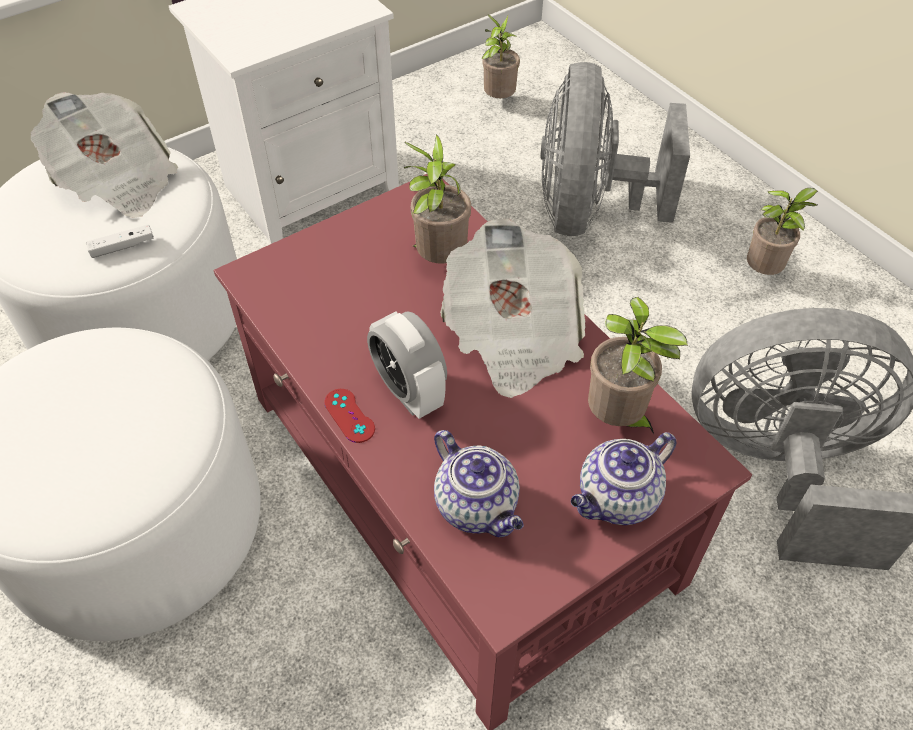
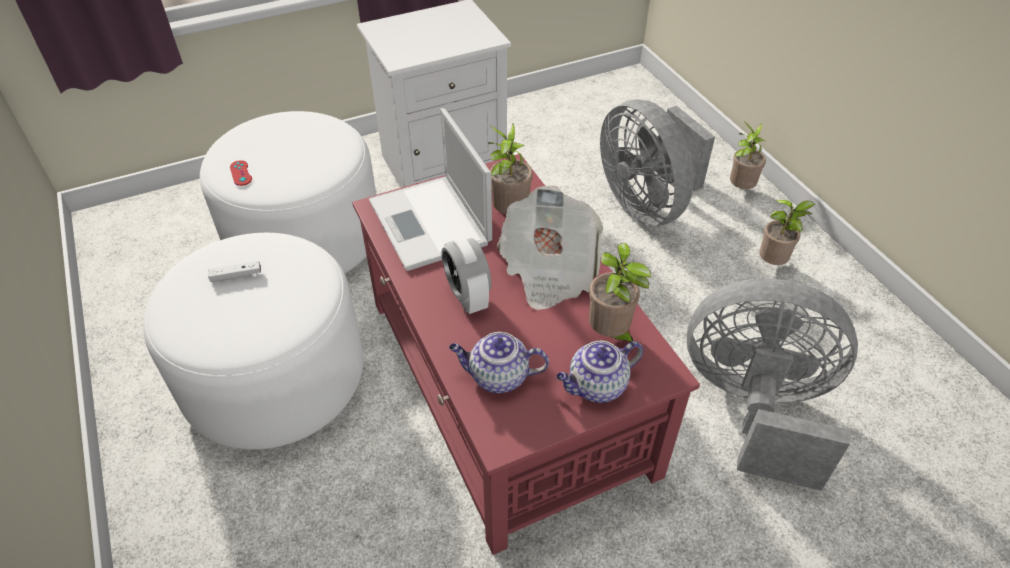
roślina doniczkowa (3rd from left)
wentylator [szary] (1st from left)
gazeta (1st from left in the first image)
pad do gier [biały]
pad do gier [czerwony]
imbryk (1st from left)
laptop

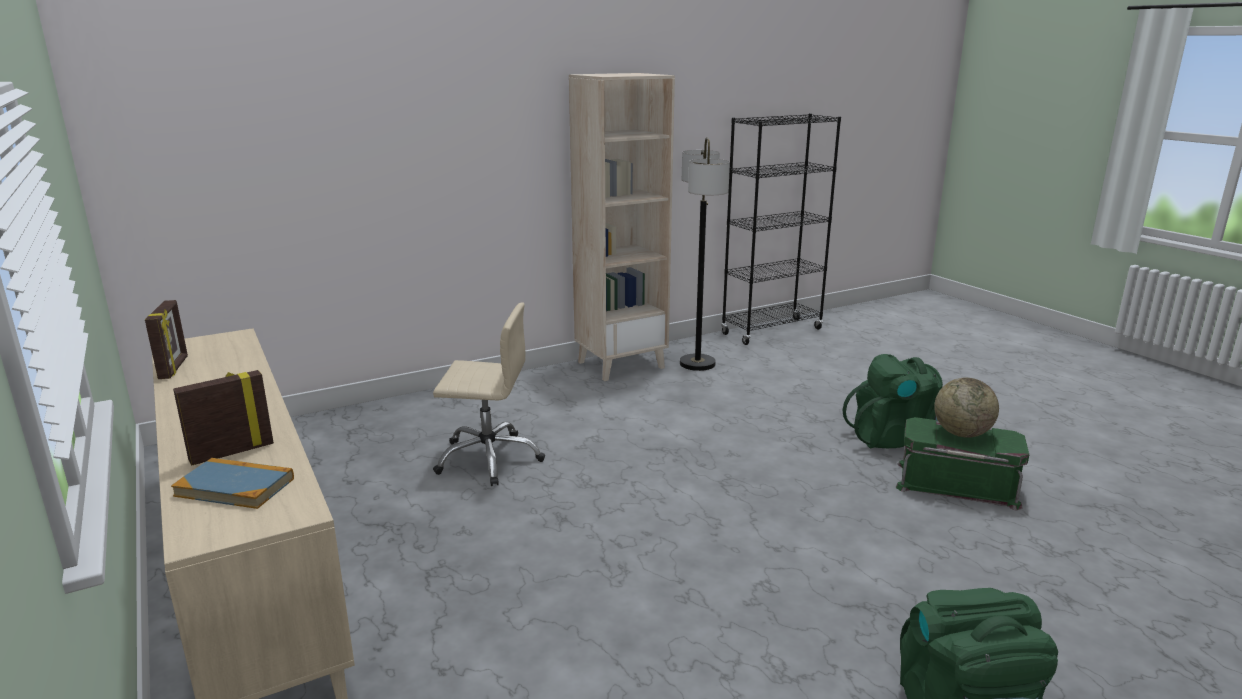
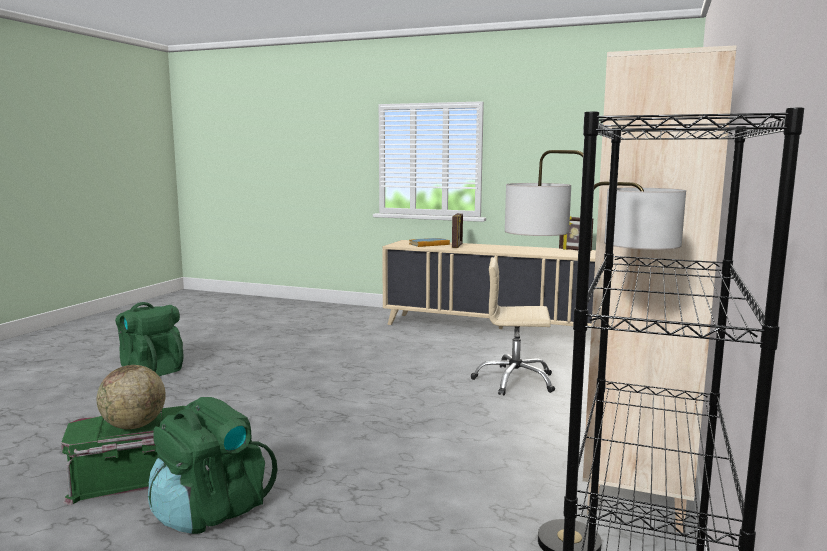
krzesło biurowe [beżowy]

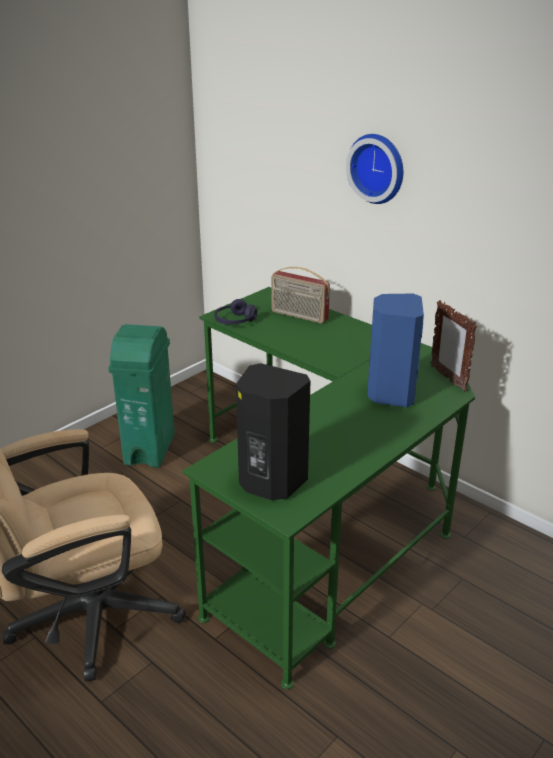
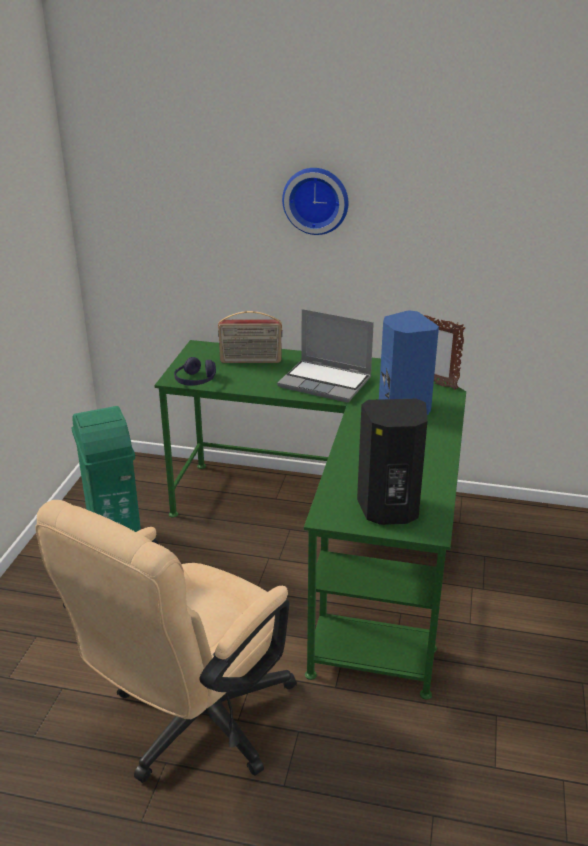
laptop

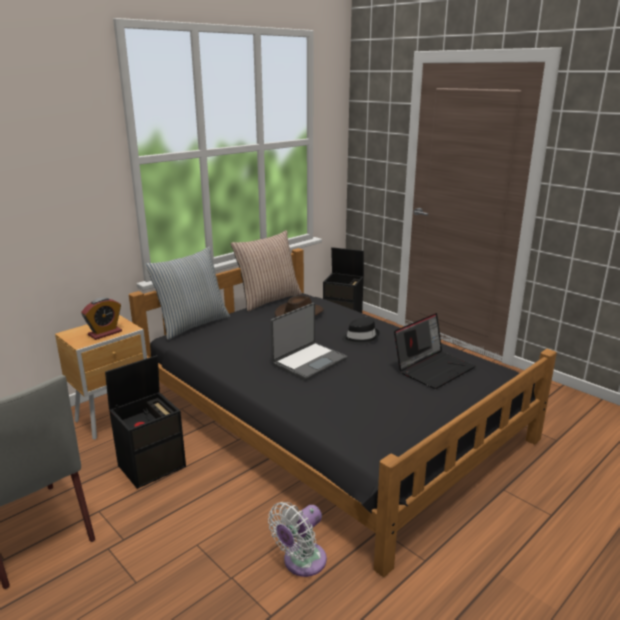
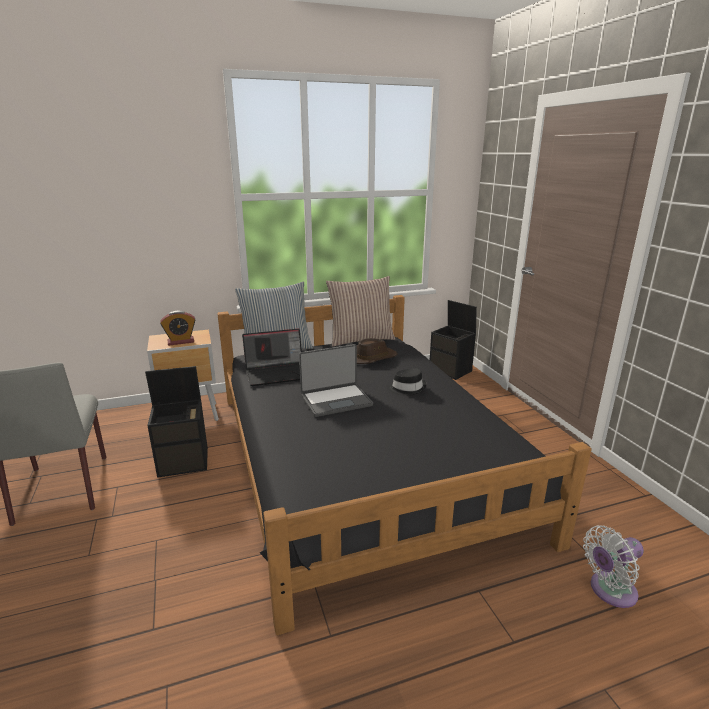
laptop (1st from left)
wentylator [biały]

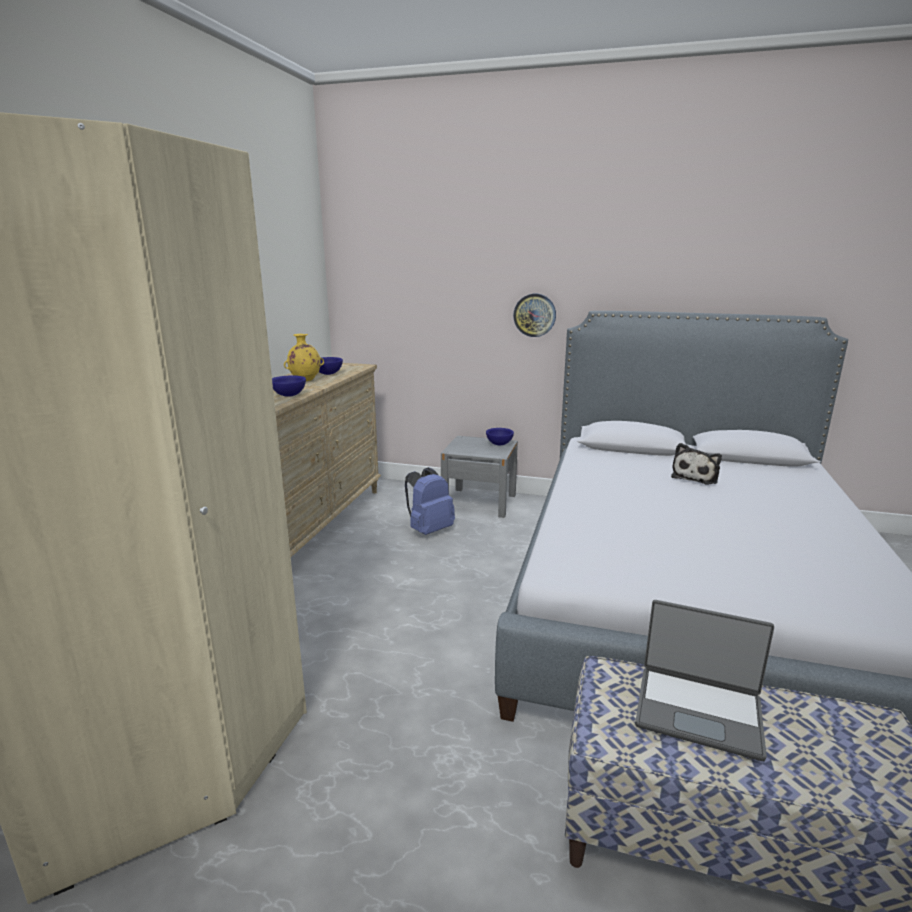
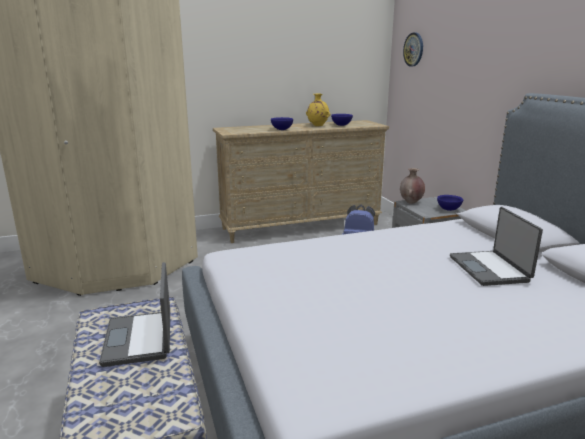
zegar ścienny
laptop (2nd from left)
wazon [brązowy]

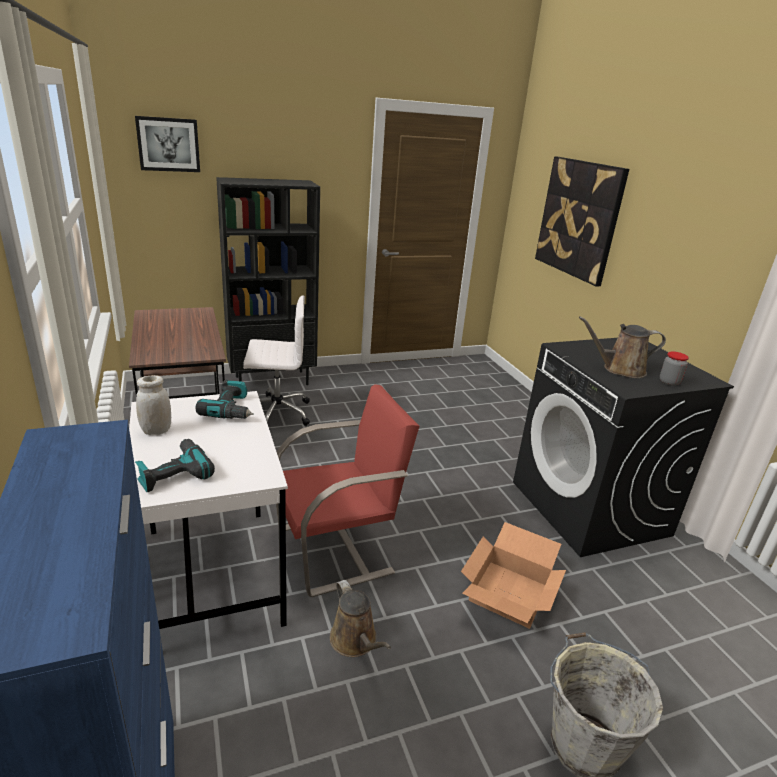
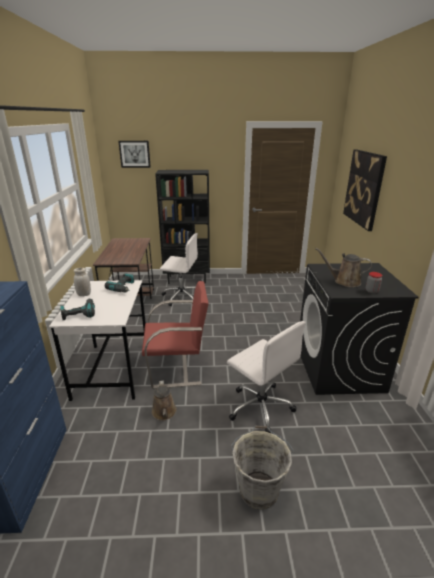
krzesło biurowe [biały] (2nd from left)

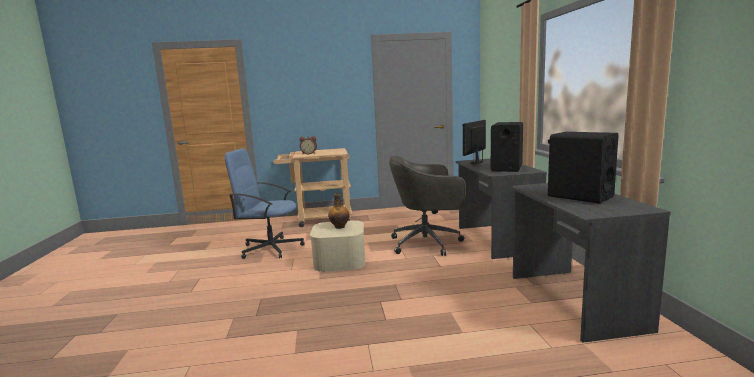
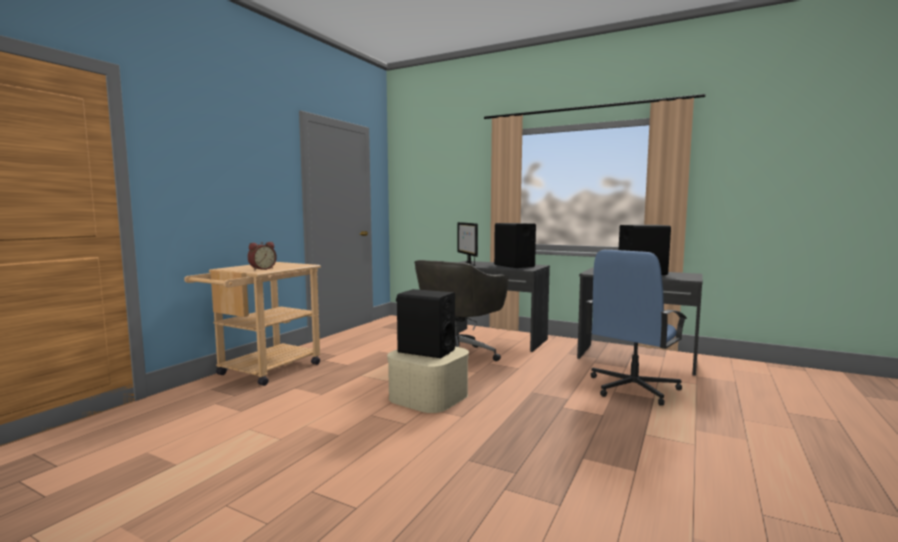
krzesło biurowe [niebieski]
głośnik [czarny] (1st from left)

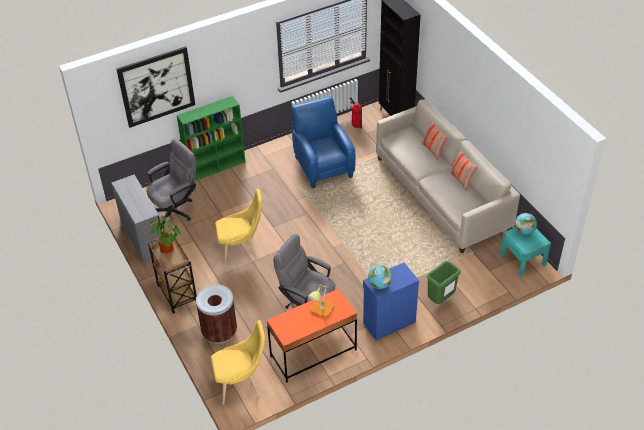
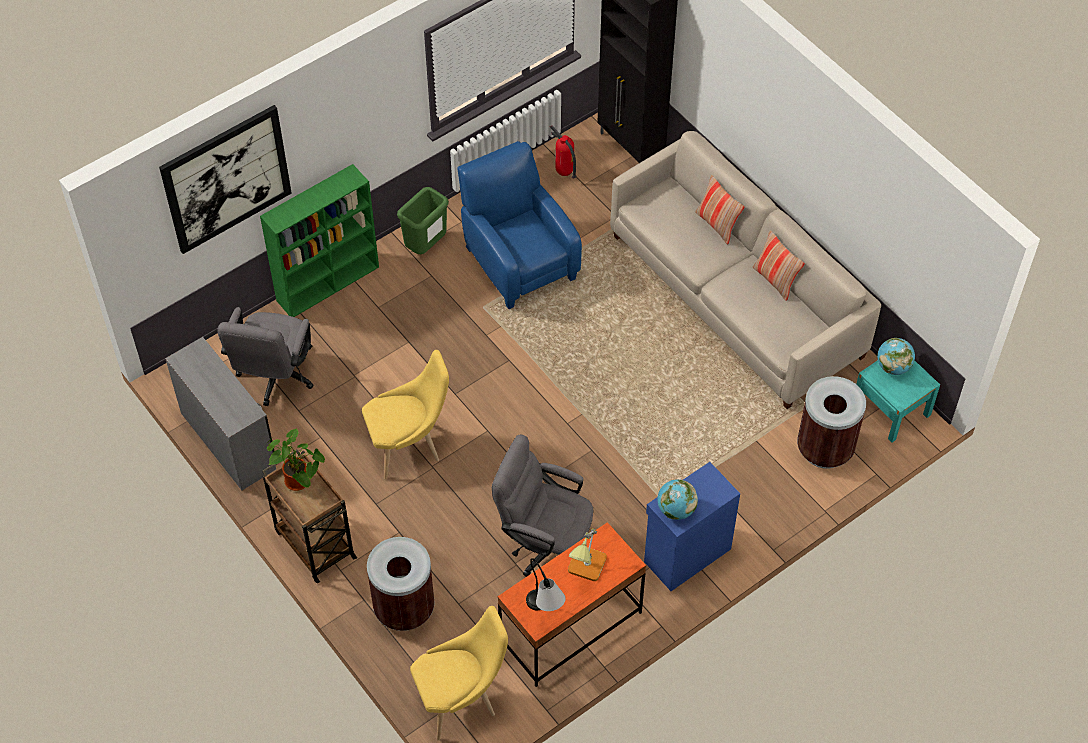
krzesło biurowe [szary] (1st from left)
kosz na śmieci [zielony]
kosz na śmieci [brązowy] (2nd from left)
lampa stołowa (1st from left)

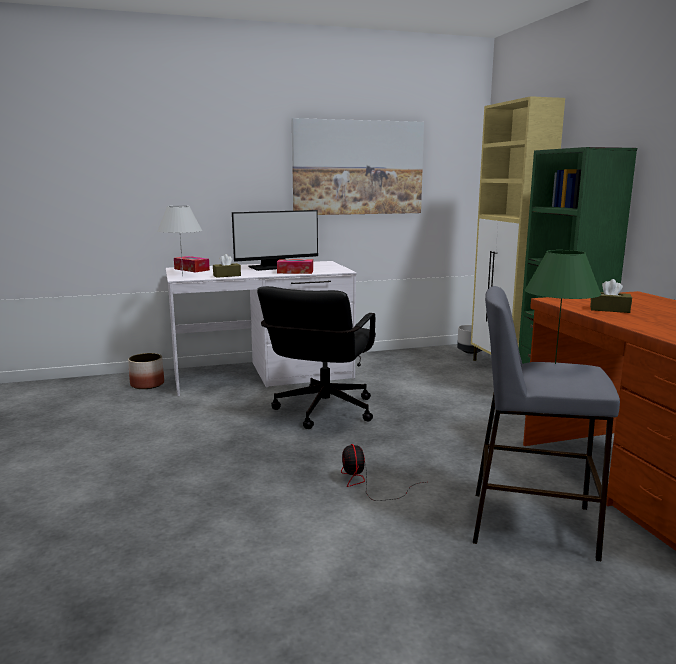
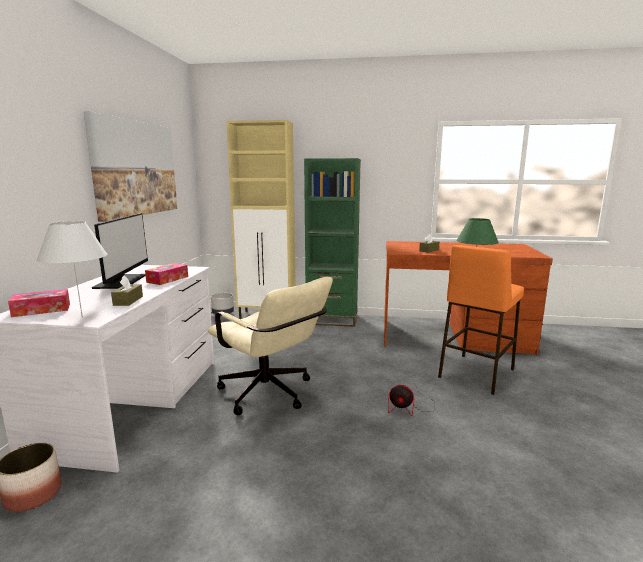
krzesło biurowe [beżowy]
stołek [pomarańczowy]

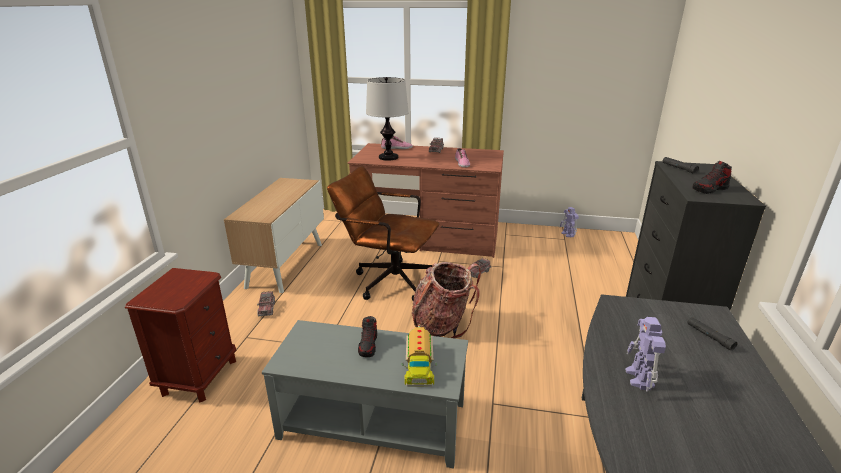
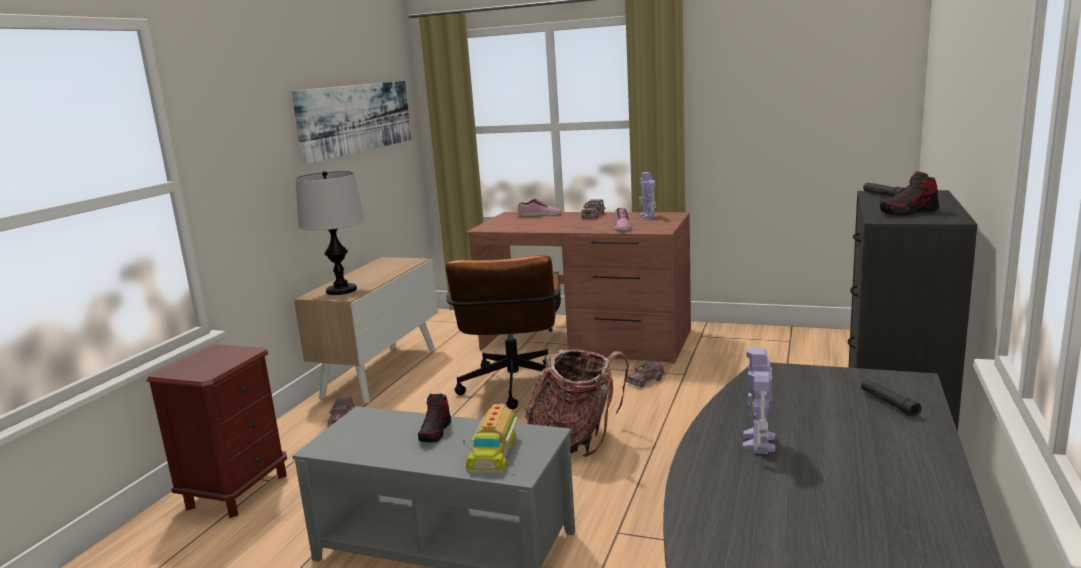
lampa stołowa
krzesło biurowe [brązowy]
robot zabawkowy (1st from left)
obraz

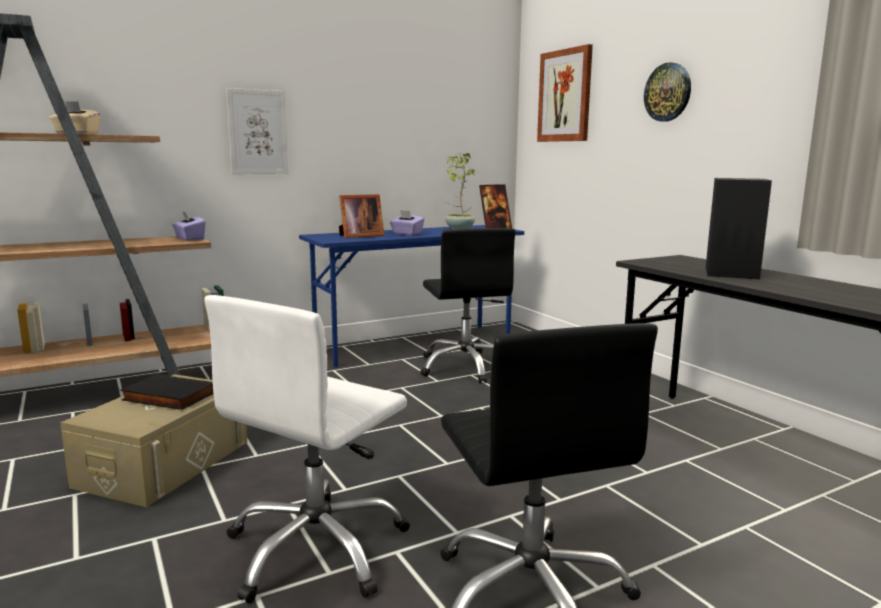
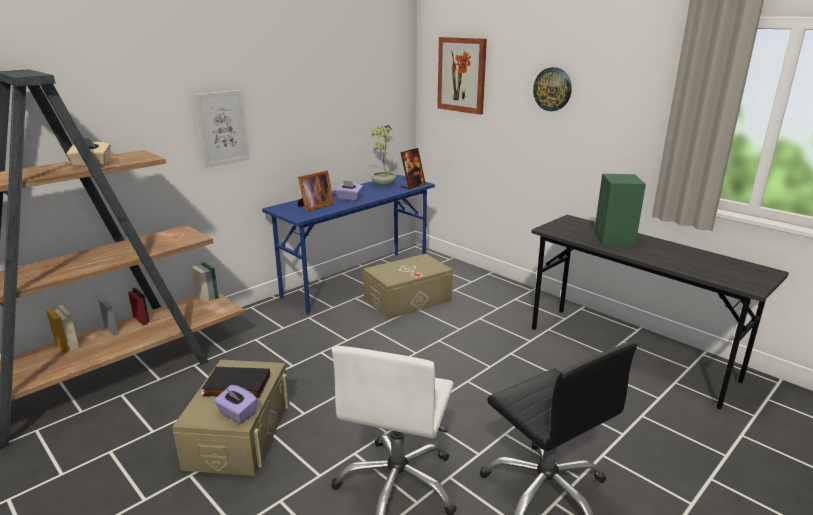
głośnik [zielony]
pudełko chusteczek [fioletowy] (1st from left)
pojemnik do przechowywania [beżowy] (2nd from left)

